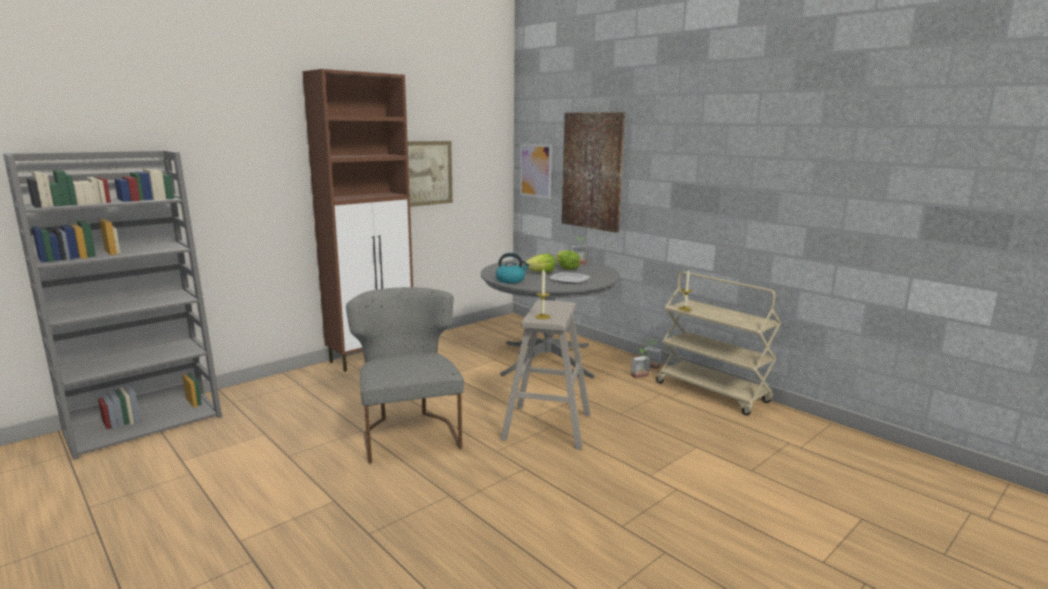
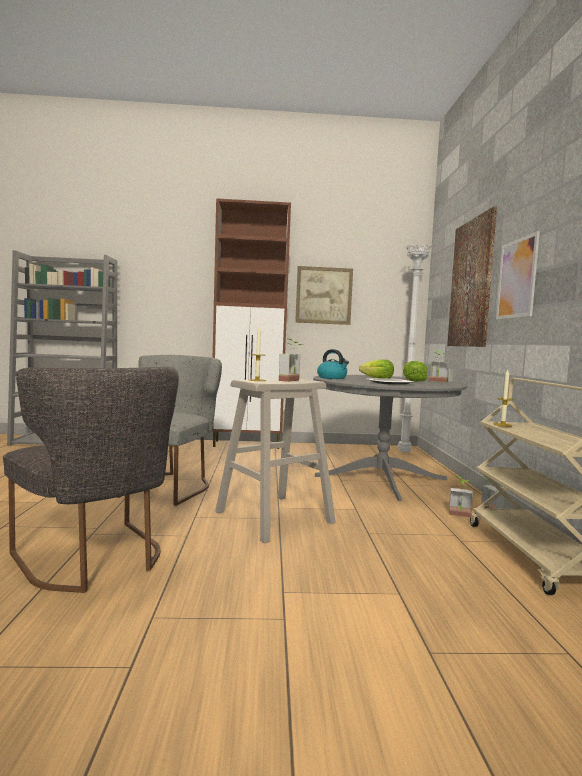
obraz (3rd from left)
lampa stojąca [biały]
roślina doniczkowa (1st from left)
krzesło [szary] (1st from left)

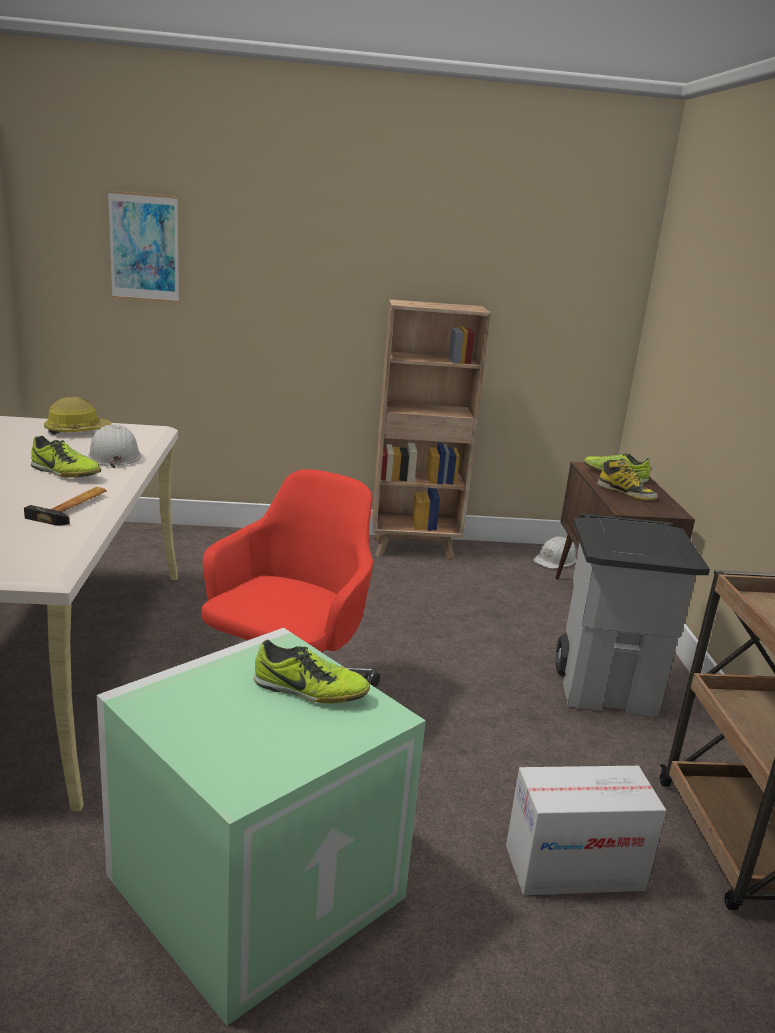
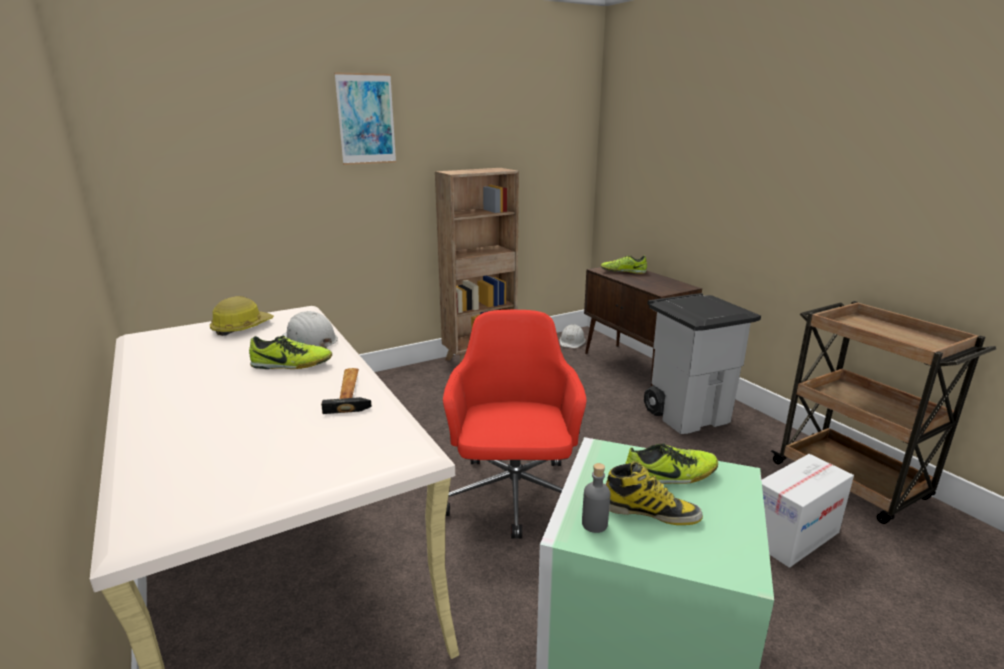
obraz
but z cholewką
butelka [szary]

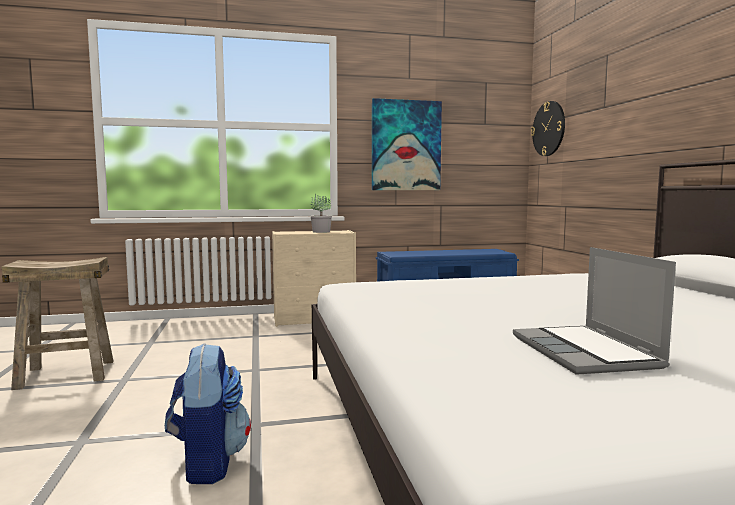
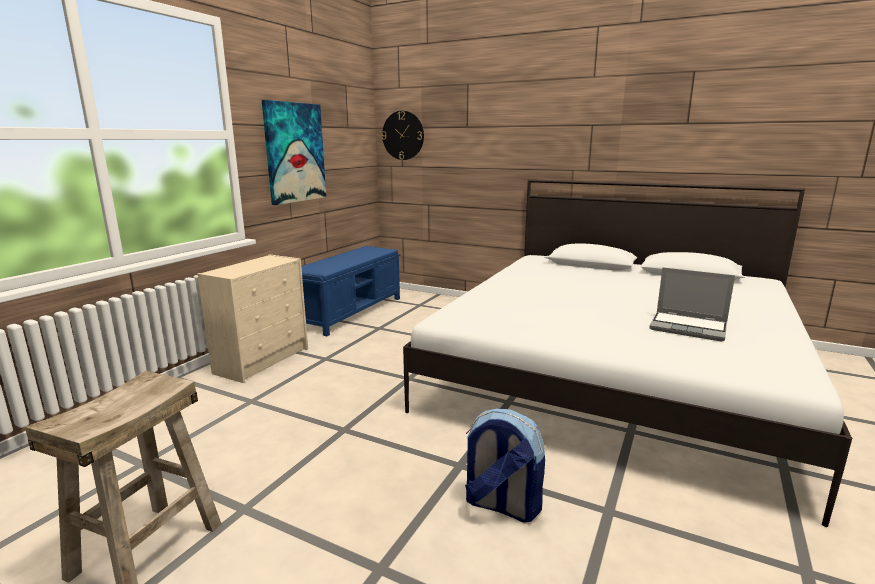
roślina doniczkowa

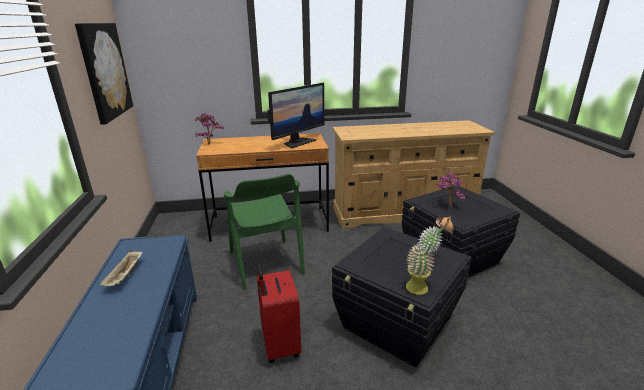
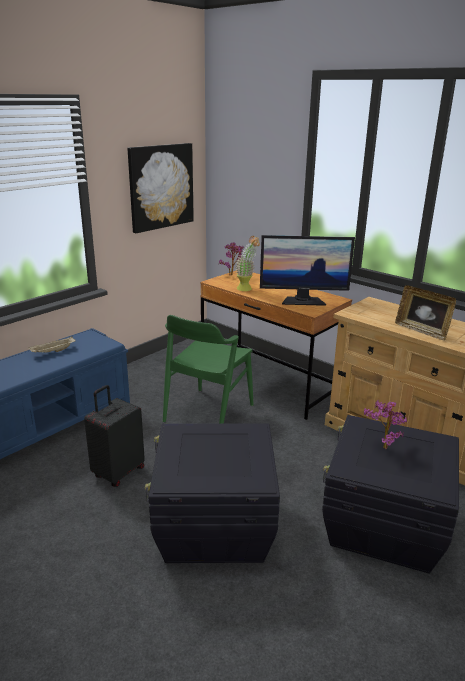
roślina doniczkowa (2nd from left)
walizka [czarny]
ramka na zdjęcie

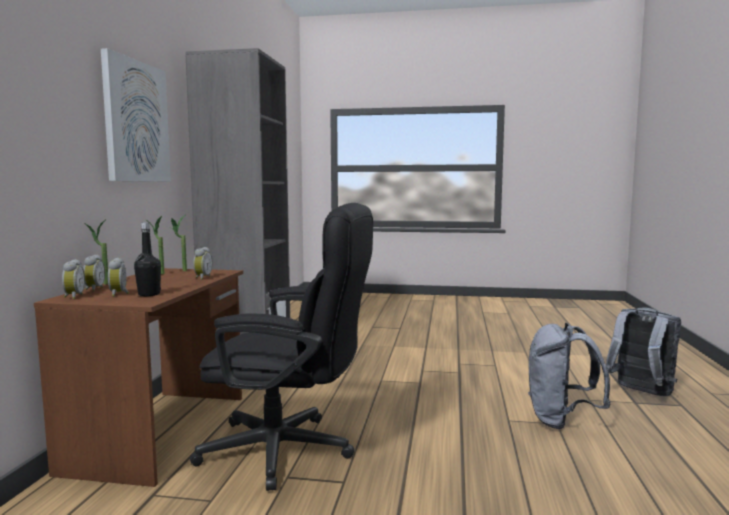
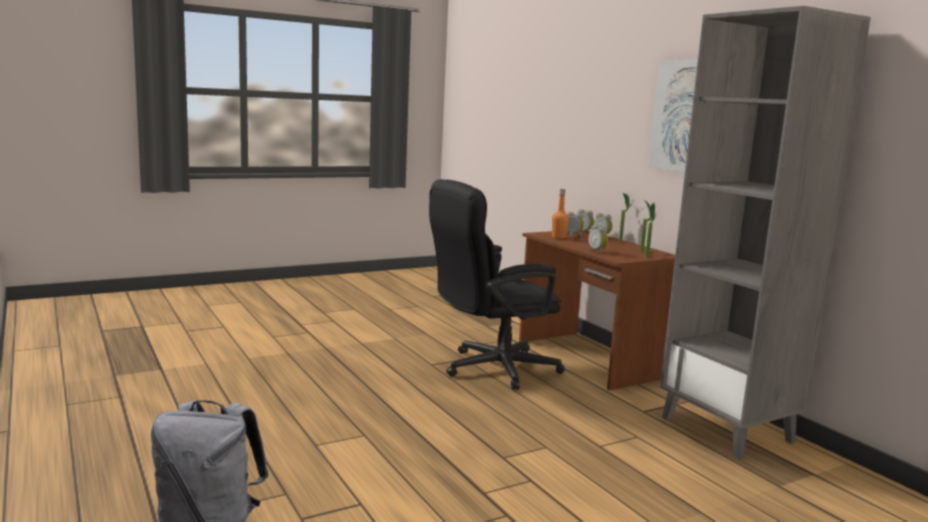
butelka [pomarańczowy]
plecak [szary] (1st from left in the first image)

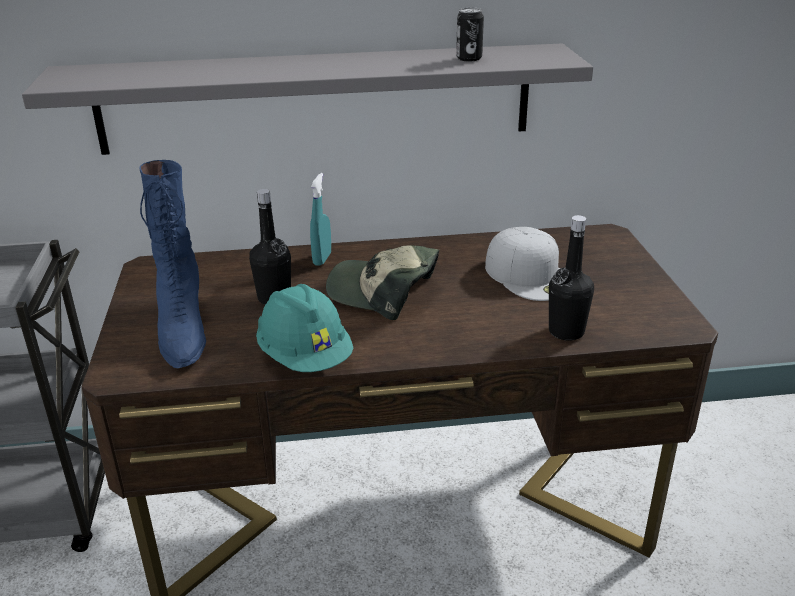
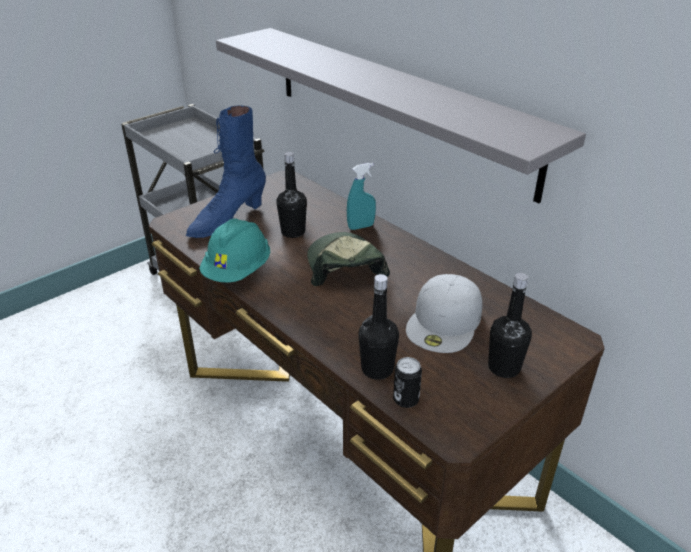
puszka
butelka [czarny] (3rd from left)

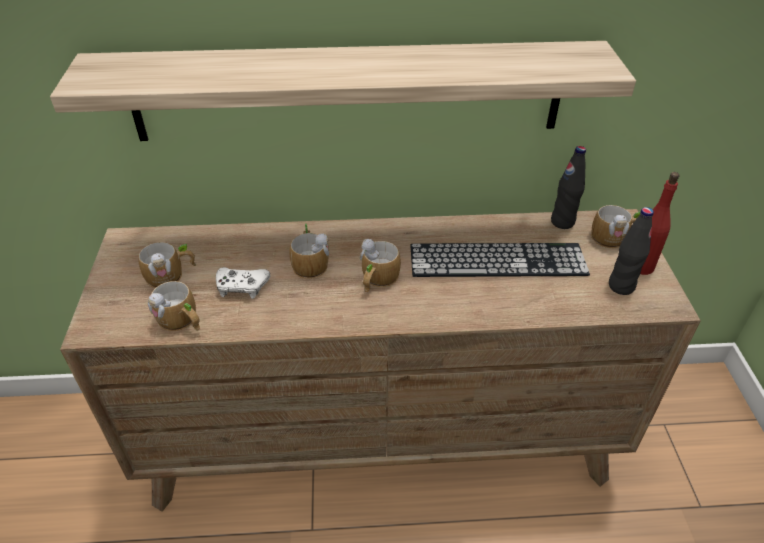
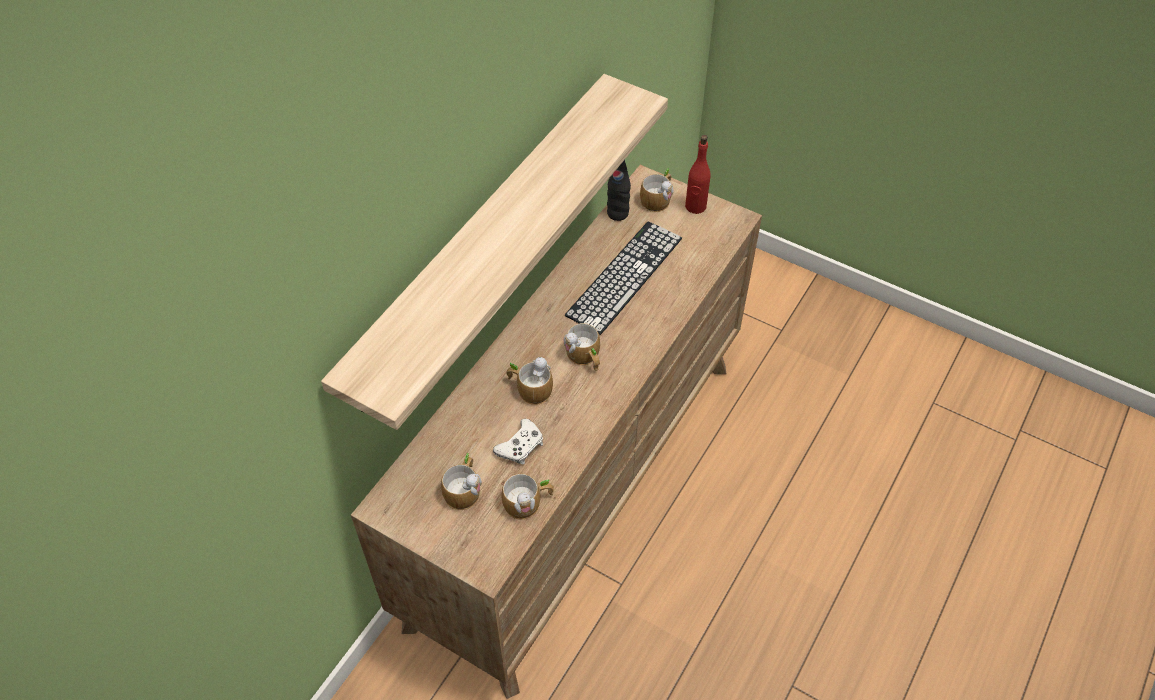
butelka [czarny] (2nd from left in the first image)

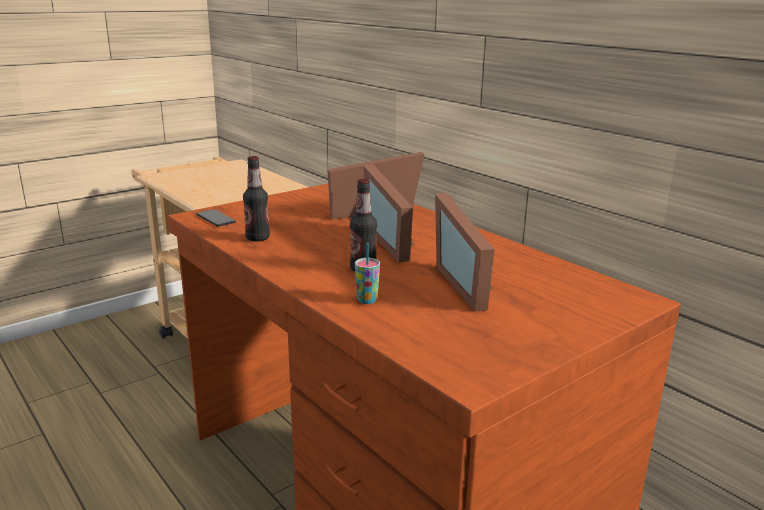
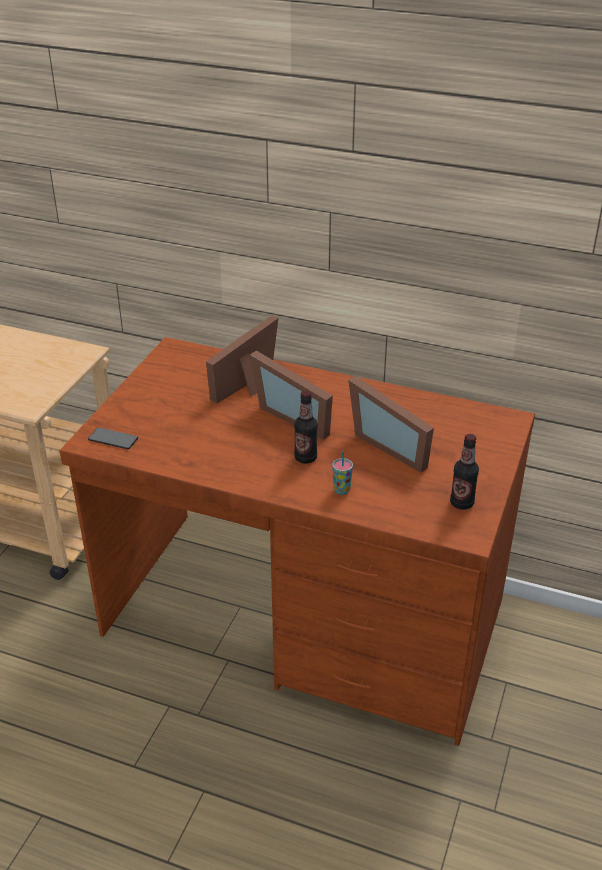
butelka (2nd from left)

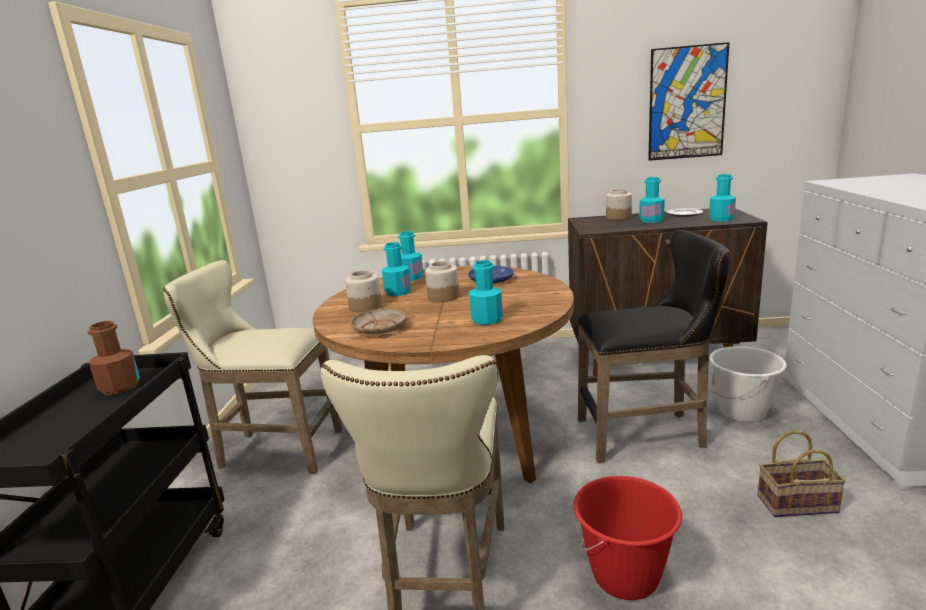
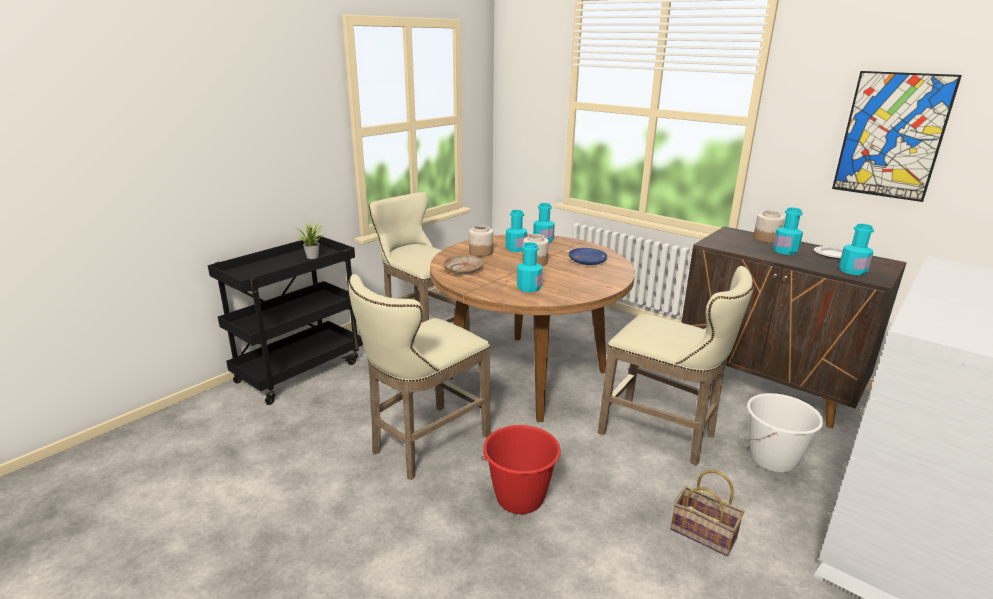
stołek [beżowy] (3rd from left)
roślina doniczkowa

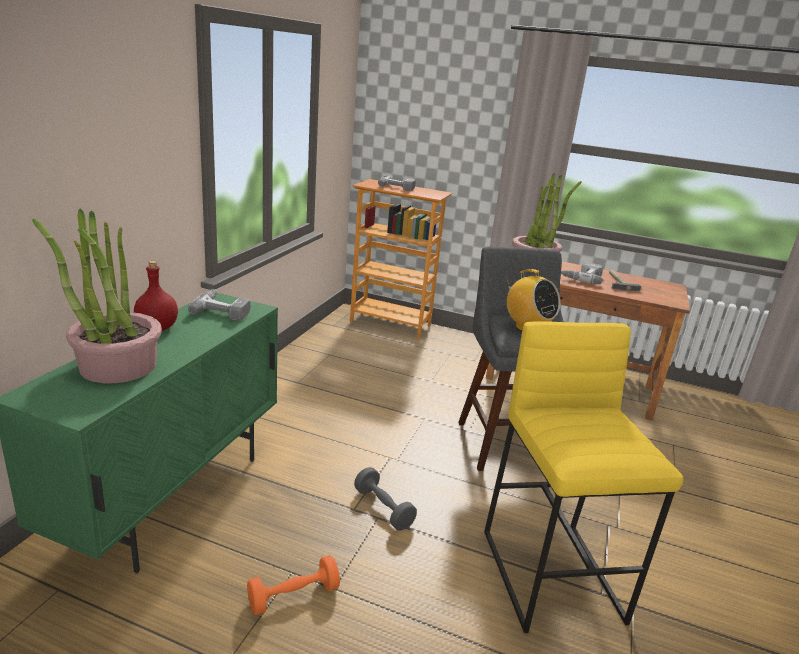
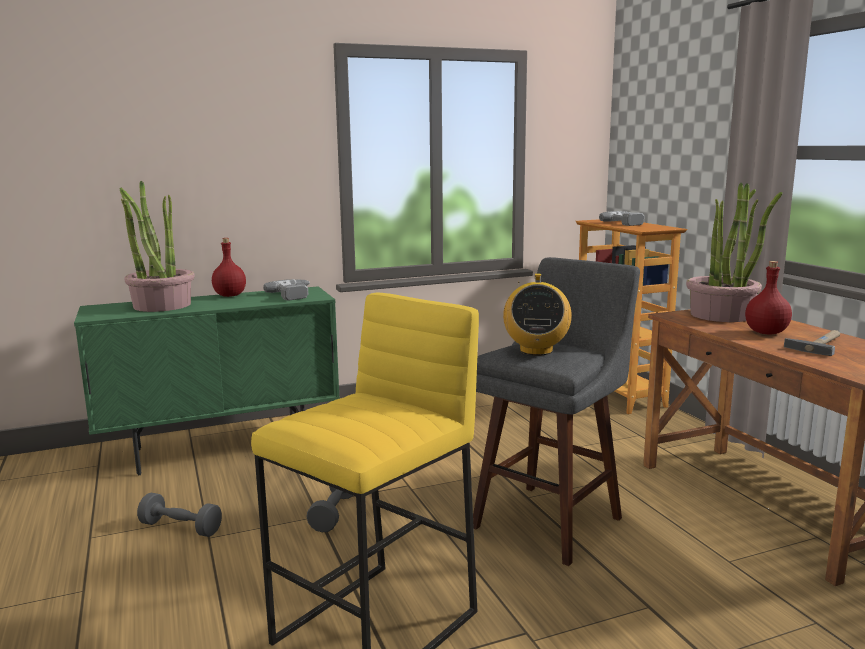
butelka [czerwony] (2nd from left)
hantel [szary] (1st from left)

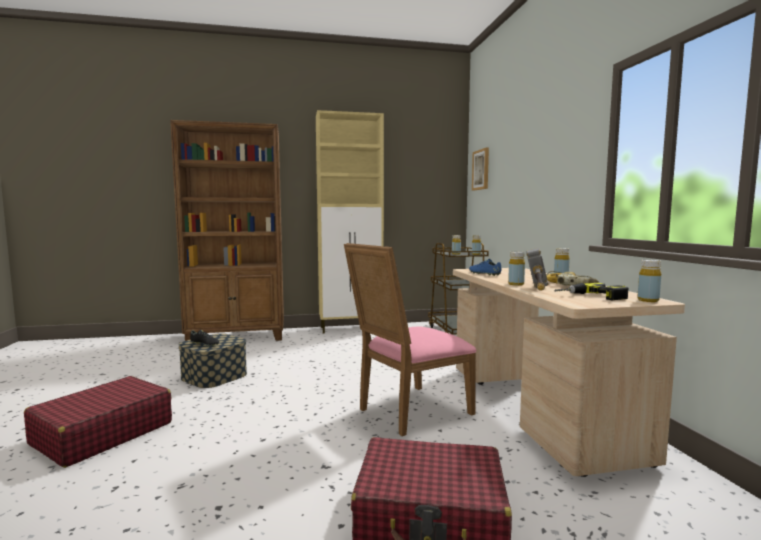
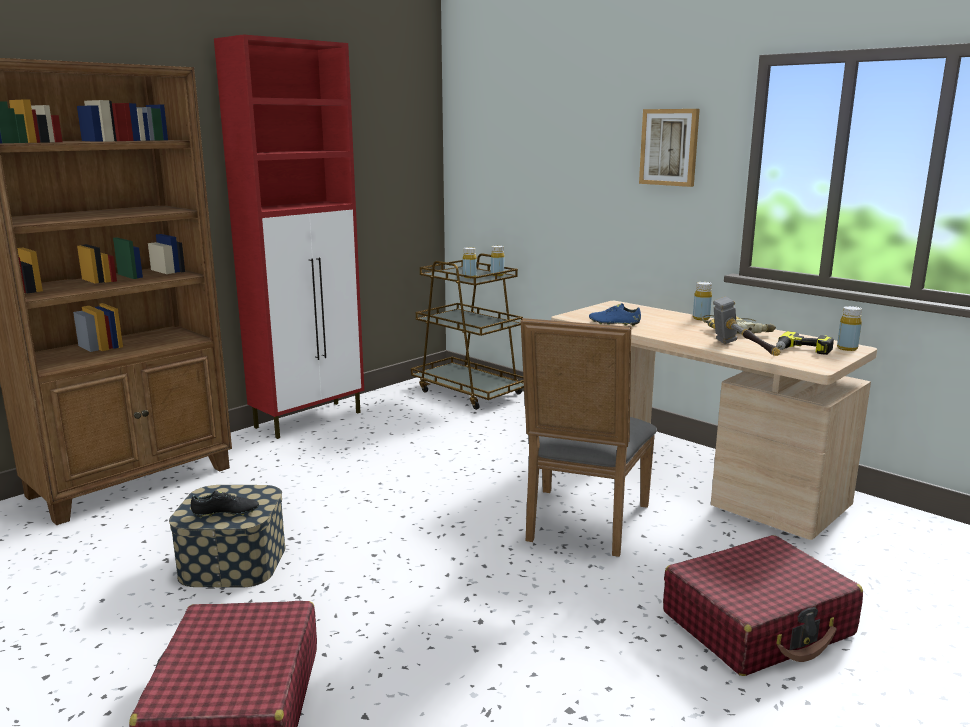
szafka [czerwony]
obraz
krzesło [szary]
butelka [żółty] (3rd from left in the first image)

